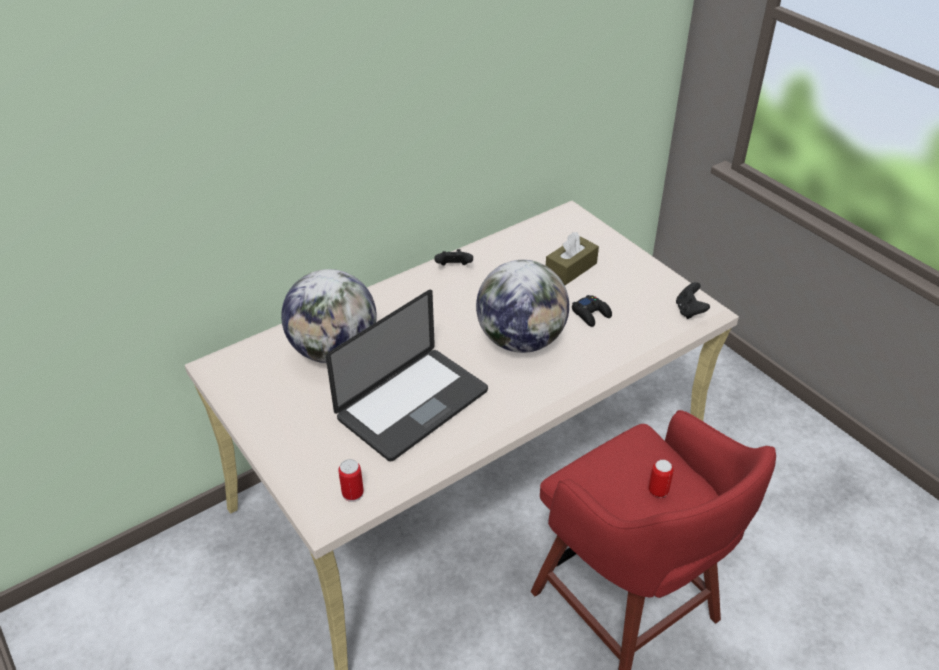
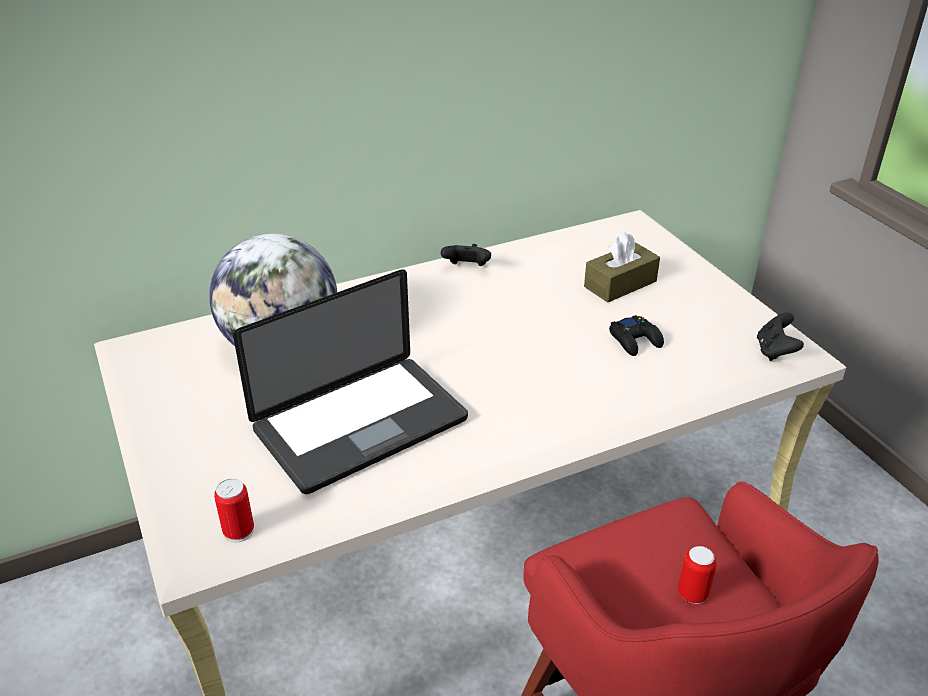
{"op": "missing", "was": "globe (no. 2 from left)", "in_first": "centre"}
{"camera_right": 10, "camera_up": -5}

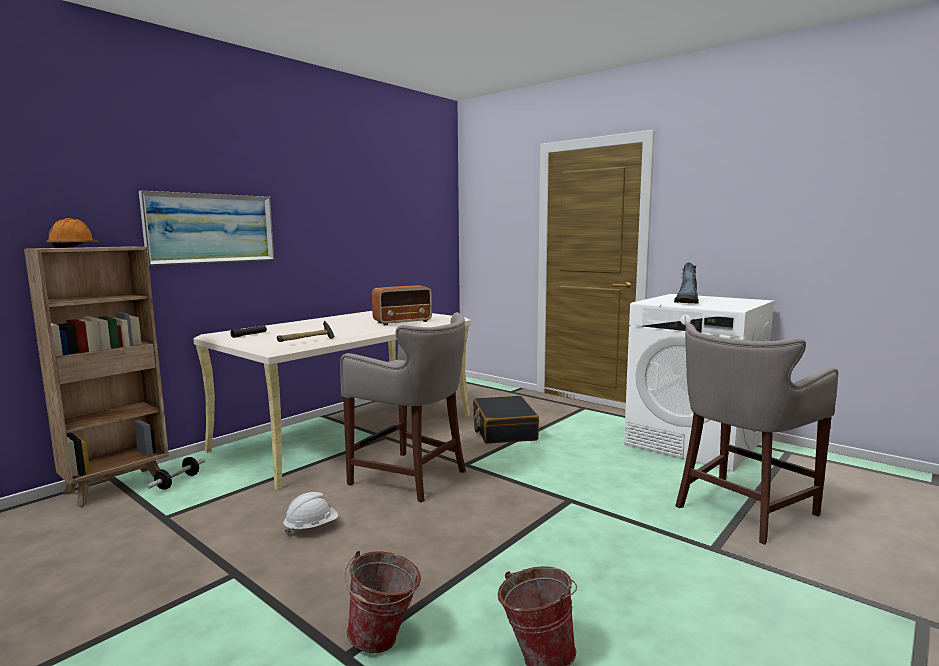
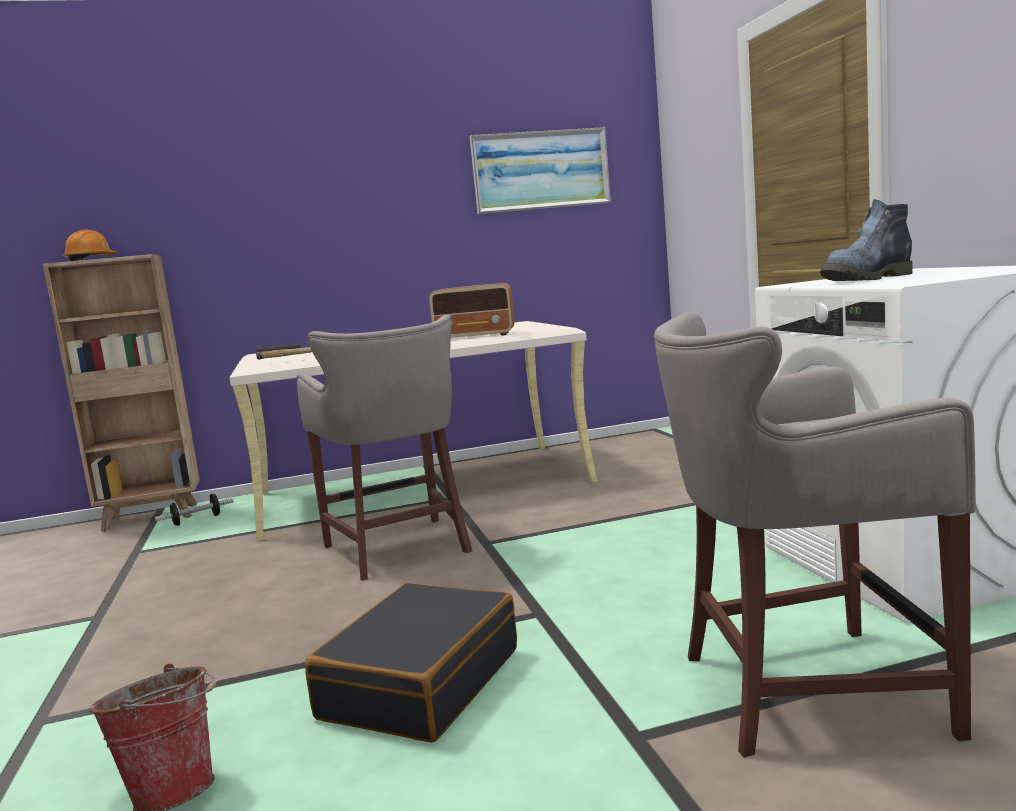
{"op": "relocated", "was": "black suitcase", "in_first": "centre", "in_second": "bottom centre"}
{"op": "relocated", "was": "picture", "in_first": "middle left", "in_second": "top centre"}
{"op": "missing", "was": "white hard hat", "in_first": "bottom left"}
{"op": "missing", "was": "bucket (no. 1 from left)", "in_first": "bottom centre"}
{"camera_right": 35, "camera_up": 0}

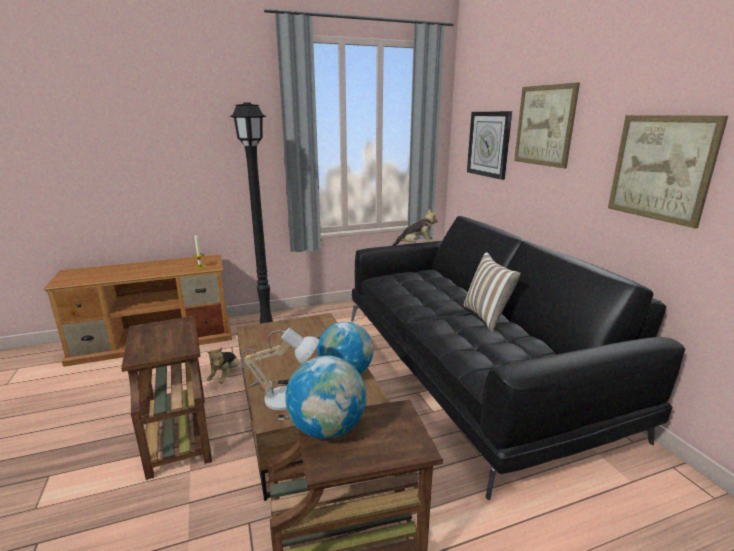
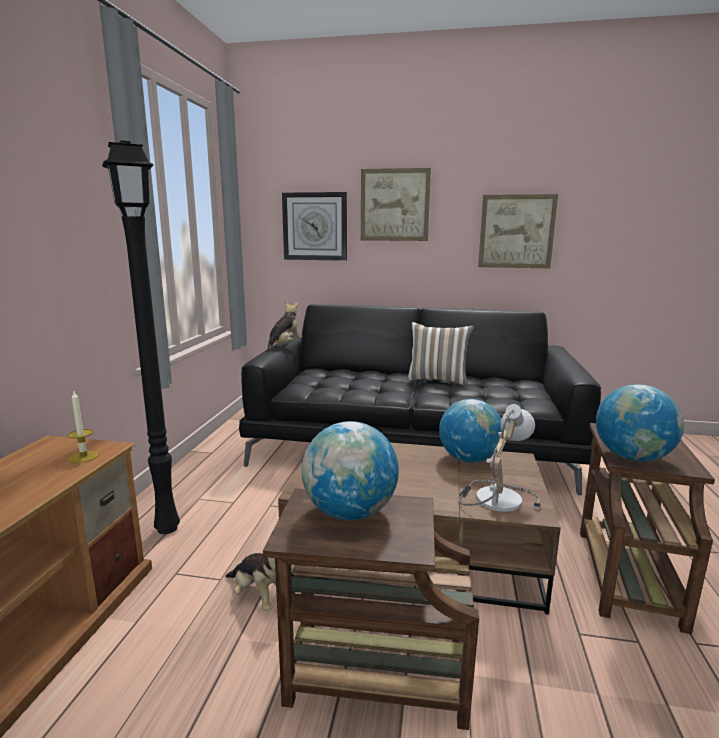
{"op": "appeared", "now": "globe (no. 1 from left)", "in_second": "centre"}
{"camera_right": -60, "camera_up": -5}

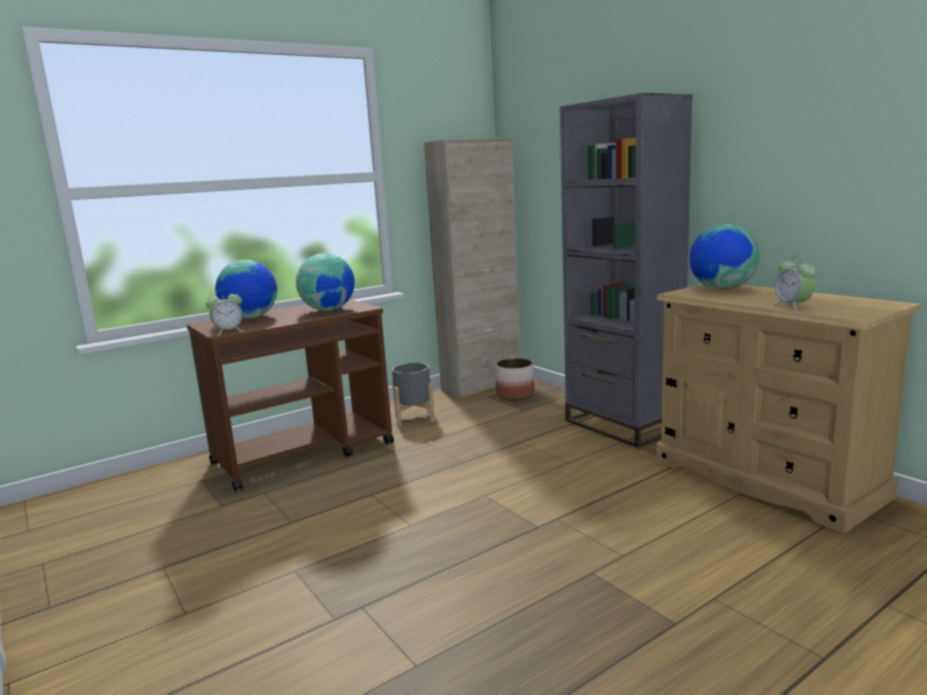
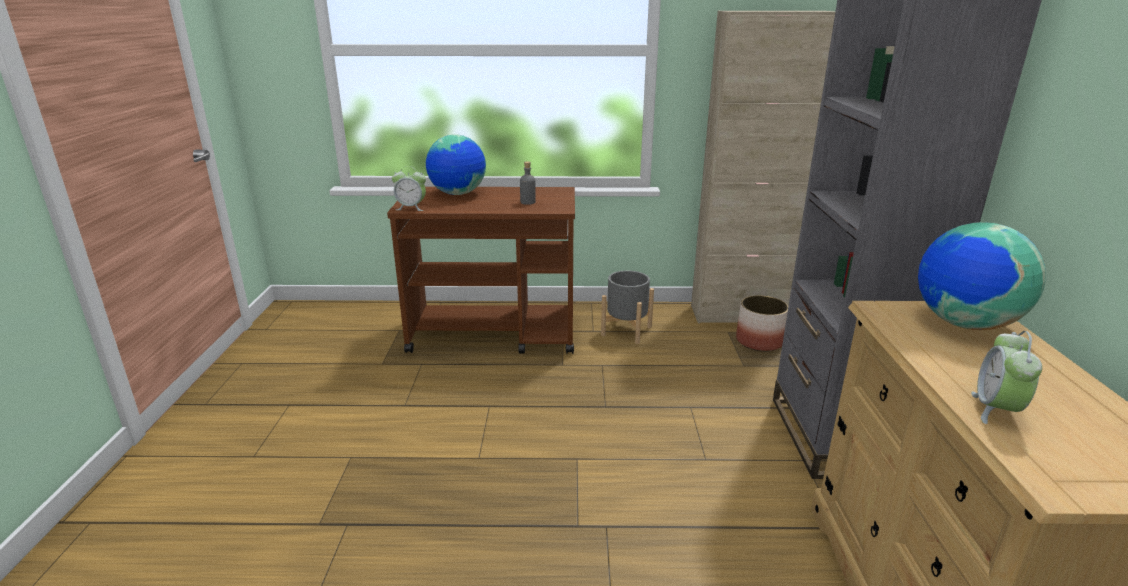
{"op": "exchanged", "was": "globe (no. 2 from left)", "now": "grey bottle", "in_first": "centre", "in_second": "top centre"}
{"camera_right": 35, "camera_up": 10}

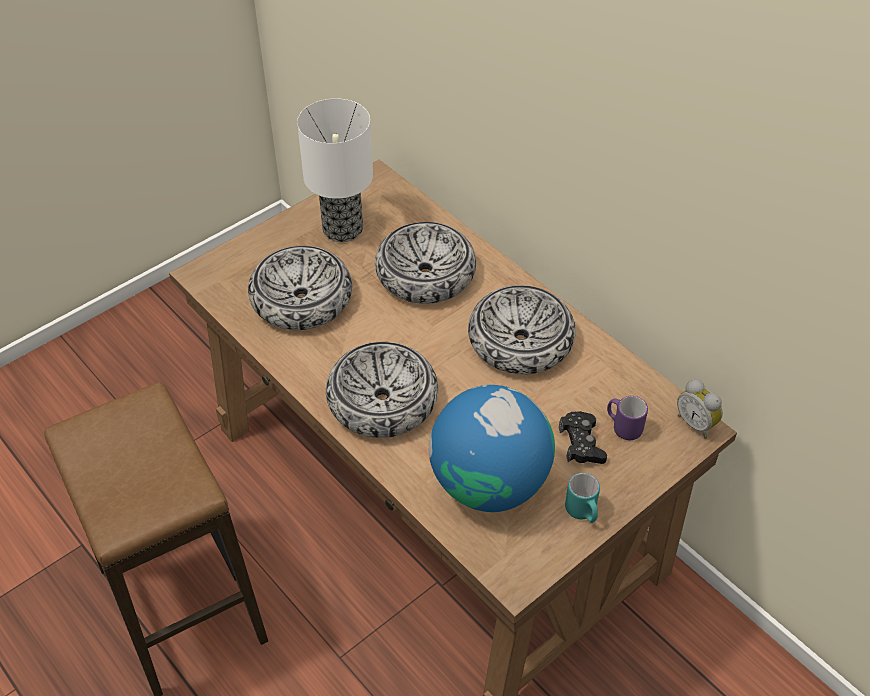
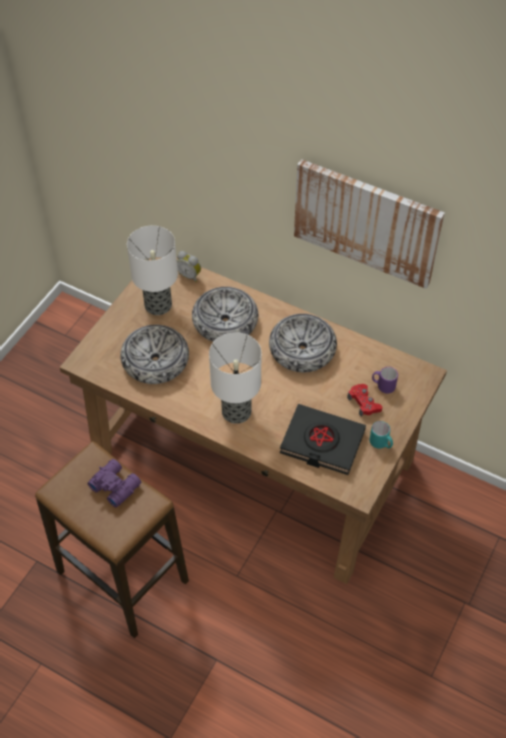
{"op": "appeared", "now": "purple binoculars", "in_second": "middle left"}
{"op": "relocated", "was": "alarm clock", "in_first": "middle right", "in_second": "centre"}
{"op": "exchanged", "was": "bowl (no. 2 from left)", "now": "table lamp (no. 2 from left)", "in_first": "centre", "in_second": "centre"}
{"op": "exchanged", "was": "globe", "now": "black book", "in_first": "centre", "in_second": "centre"}
{"op": "appeared", "now": "picture", "in_second": "top right"}
{"op": "colour", "was": "black game controller", "now": "red game controller", "in_first": "middle right", "in_second": "middle right"}
{"camera_right": -20, "camera_up": 5}

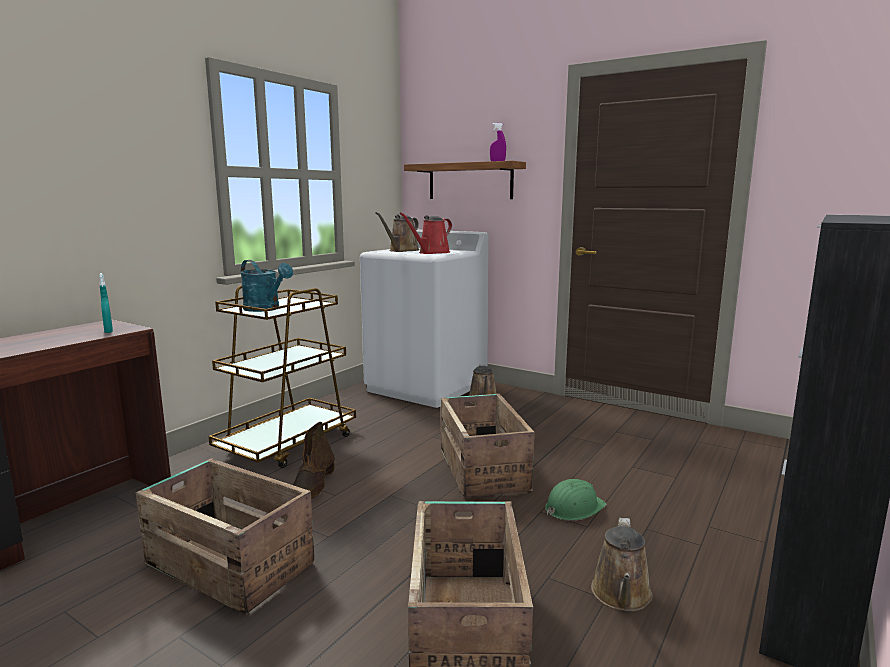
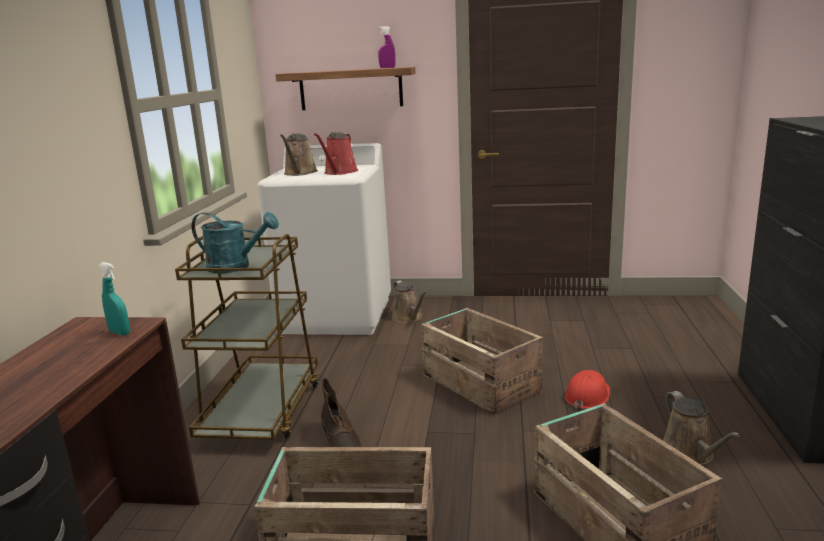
{"op": "colour", "was": "green hard hat", "now": "red hard hat", "in_first": "bottom centre", "in_second": "bottom right"}
{"camera_right": -25, "camera_up": 5}

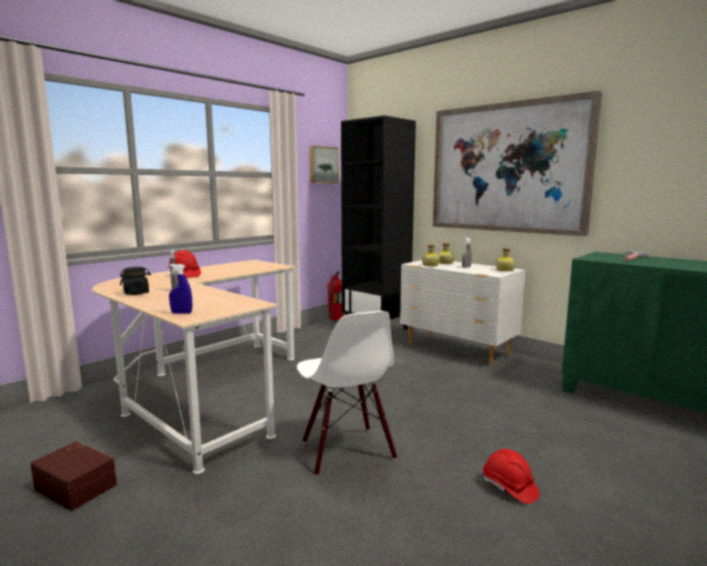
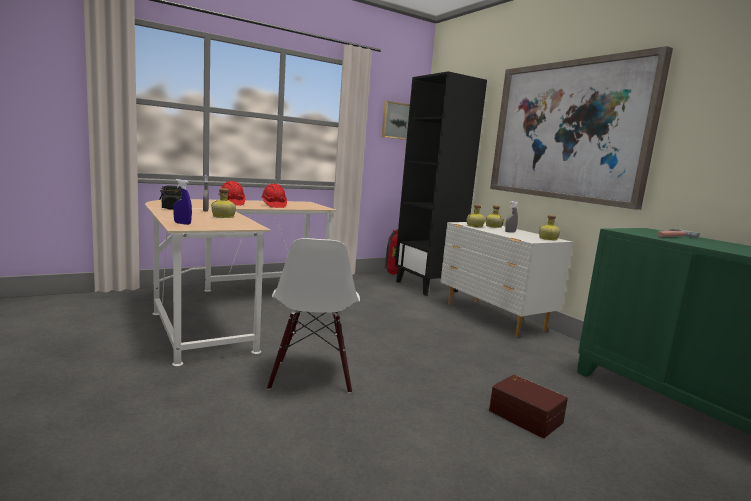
{"op": "appeared", "now": "bottle (no. 1 from left)", "in_second": "middle left"}
{"op": "relocated", "was": "red hard hat (no. 2 from left)", "in_first": "bottom right", "in_second": "centre"}
{"op": "relocated", "was": "brown storage box", "in_first": "bottom left", "in_second": "bottom right"}
{"camera_right": 15, "camera_up": 0}

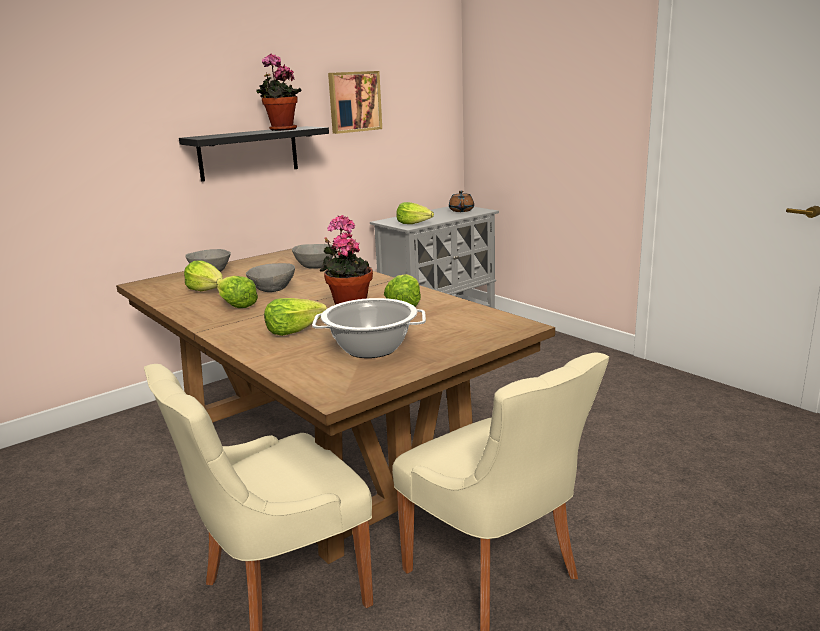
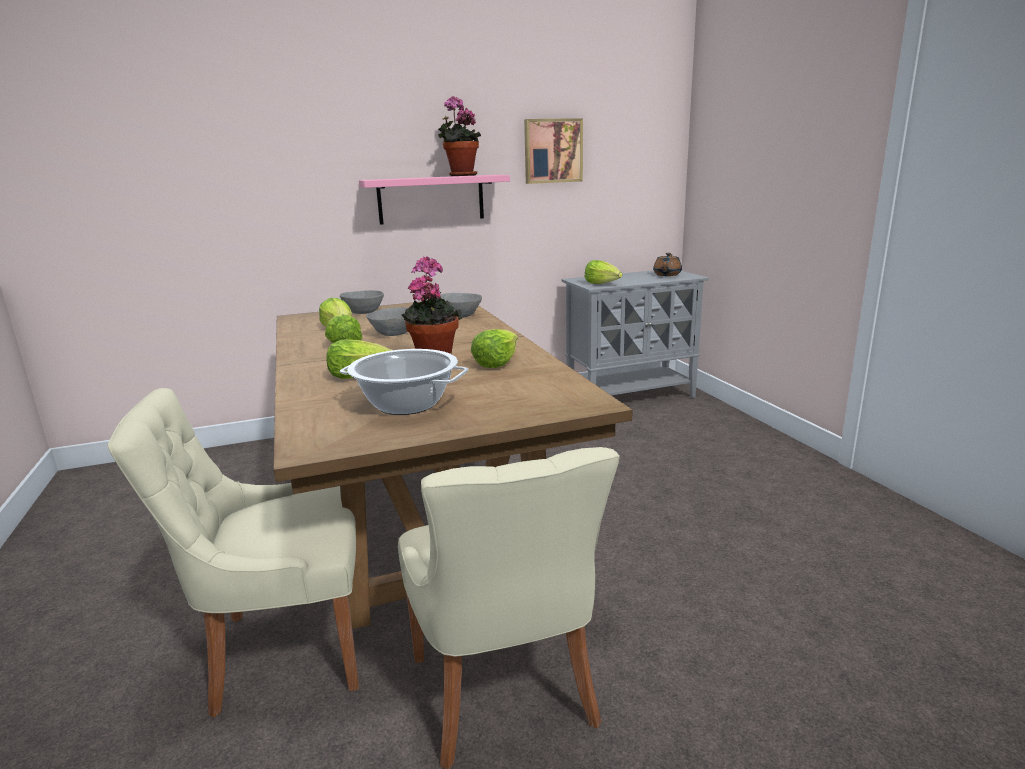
{"op": "colour", "was": "black shelf", "now": "pink shelf", "in_first": "top left", "in_second": "top centre"}
{"camera_right": 20, "camera_up": 0}

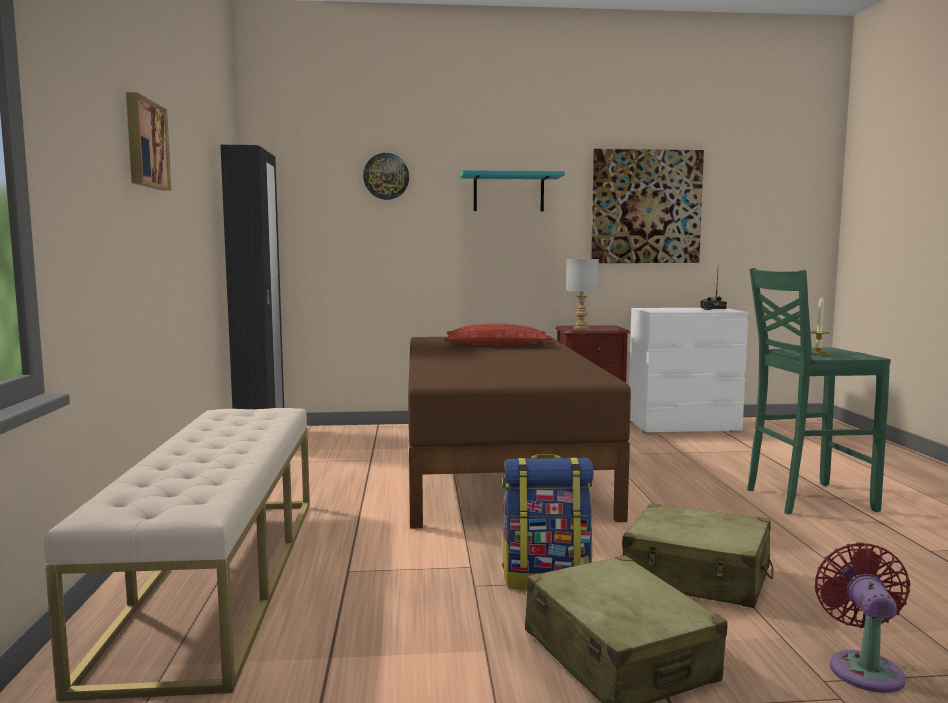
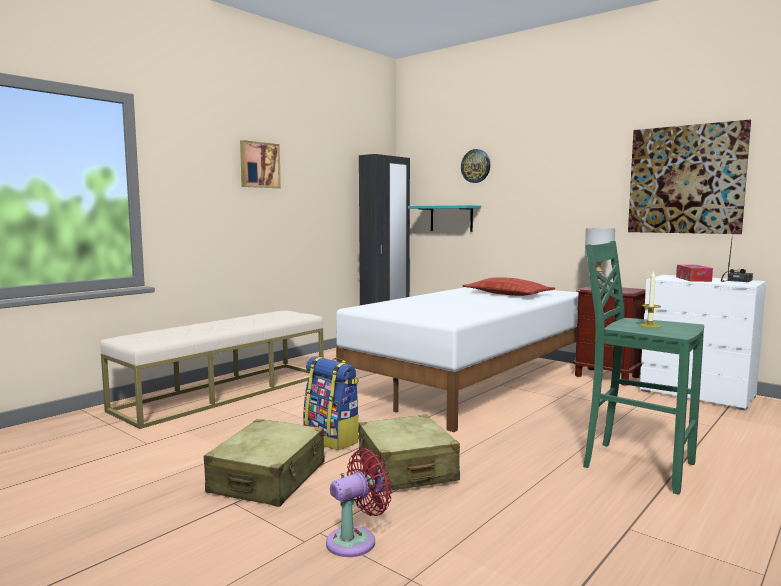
{"op": "colour", "was": "brown bed", "now": "white bed", "in_first": "centre", "in_second": "centre"}
{"op": "relocated", "was": "turquoise shelf", "in_first": "top centre", "in_second": "centre"}
{"op": "appeared", "now": "tissue box", "in_second": "middle right"}
{"camera_right": 45, "camera_up": 0}

